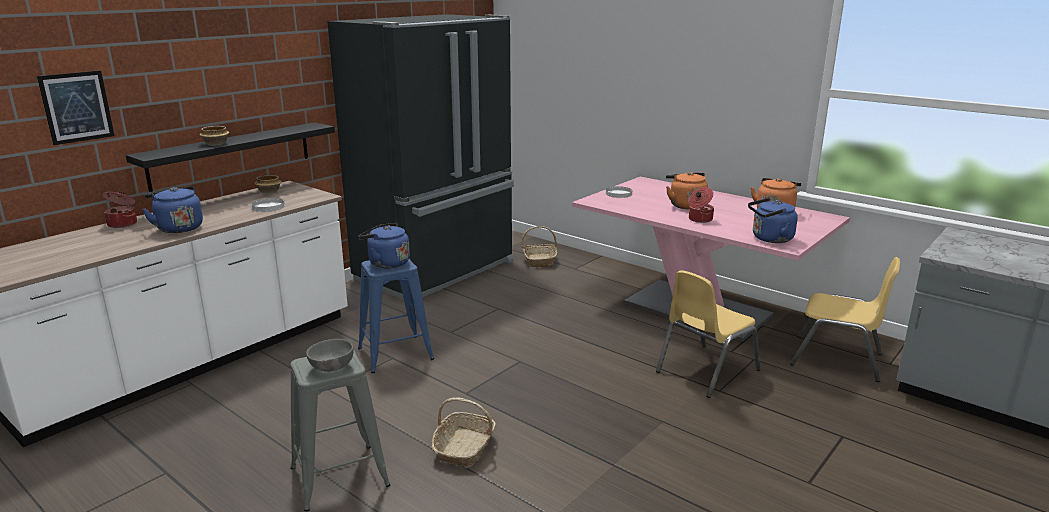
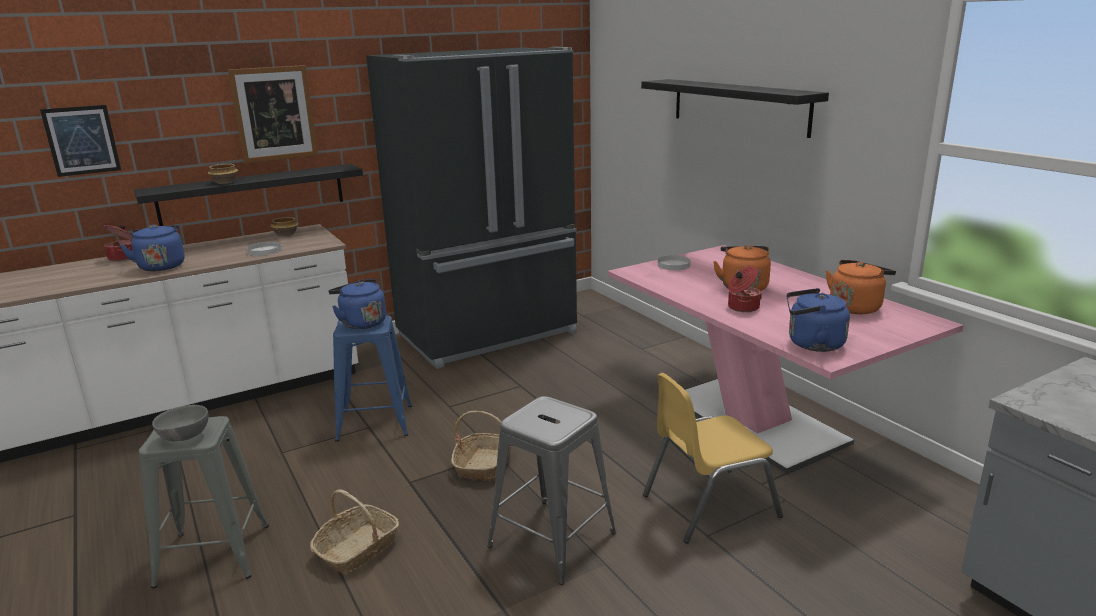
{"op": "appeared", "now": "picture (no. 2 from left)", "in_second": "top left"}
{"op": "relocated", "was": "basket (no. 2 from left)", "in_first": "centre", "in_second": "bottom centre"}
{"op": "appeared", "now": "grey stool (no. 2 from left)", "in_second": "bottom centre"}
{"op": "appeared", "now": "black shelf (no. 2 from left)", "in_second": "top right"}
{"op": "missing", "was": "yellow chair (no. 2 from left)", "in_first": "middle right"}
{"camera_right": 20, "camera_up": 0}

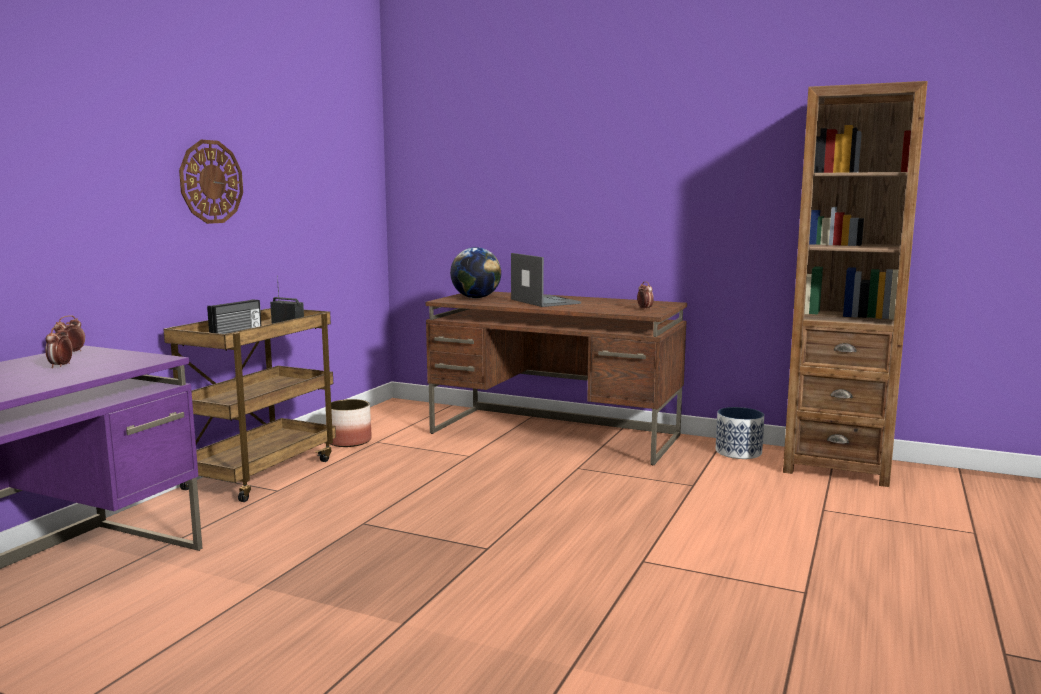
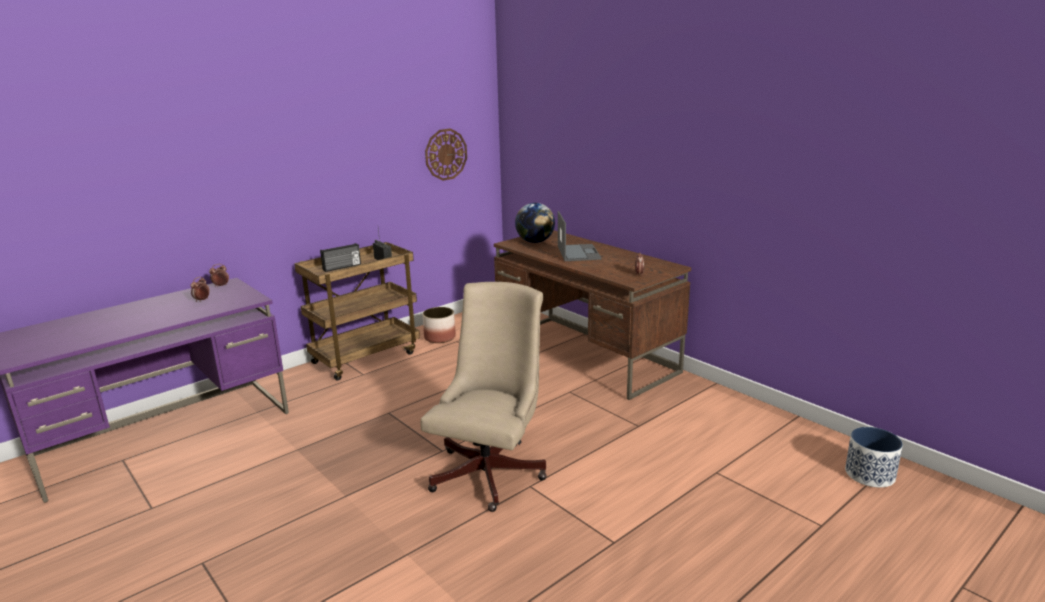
{"op": "appeared", "now": "beige office chair", "in_second": "centre"}
{"op": "relocated", "was": "wall clock", "in_first": "top left", "in_second": "top centre"}
{"op": "relocated", "was": "planter (no. 2 from left)", "in_first": "middle right", "in_second": "bottom right"}
{"op": "missing", "was": "brown bookcase", "in_first": "middle right"}
{"camera_right": 25, "camera_up": 10}

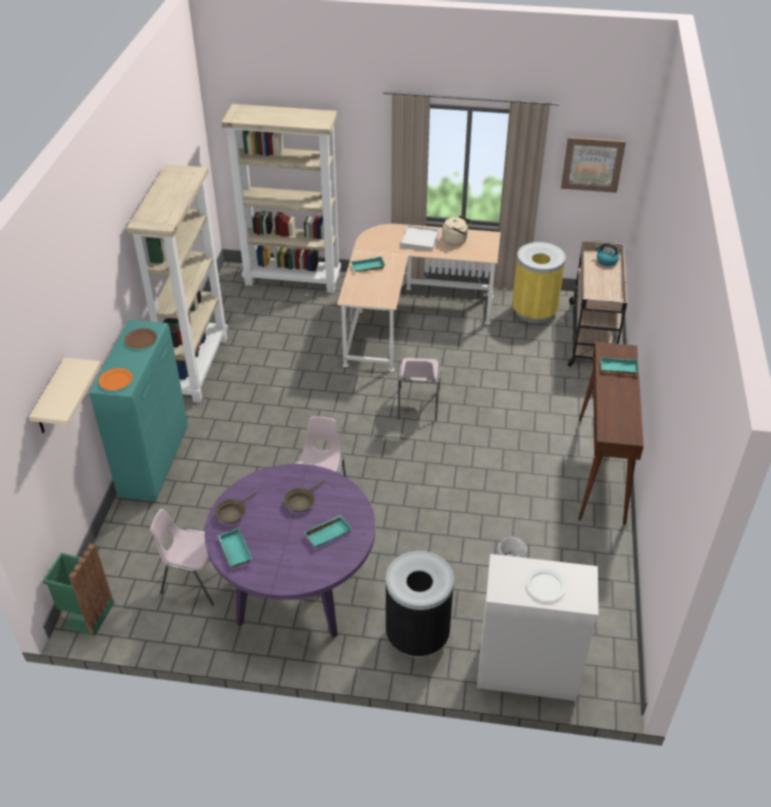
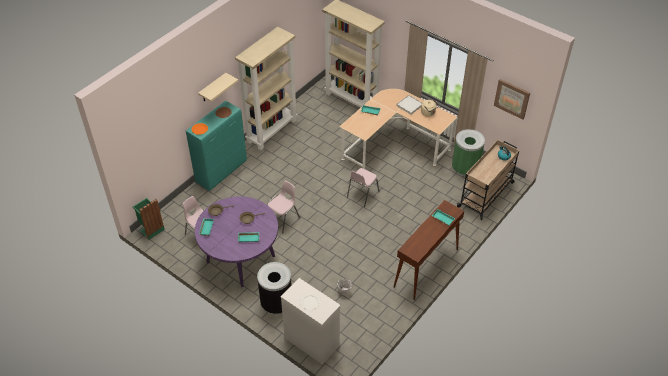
{"op": "relocated", "was": "beige shelf", "in_first": "middle left", "in_second": "top left"}
{"op": "colour", "was": "yellow trash can", "now": "green trash can (no. 2 from left)", "in_first": "middle right", "in_second": "middle right"}
{"camera_right": 30, "camera_up": 5}

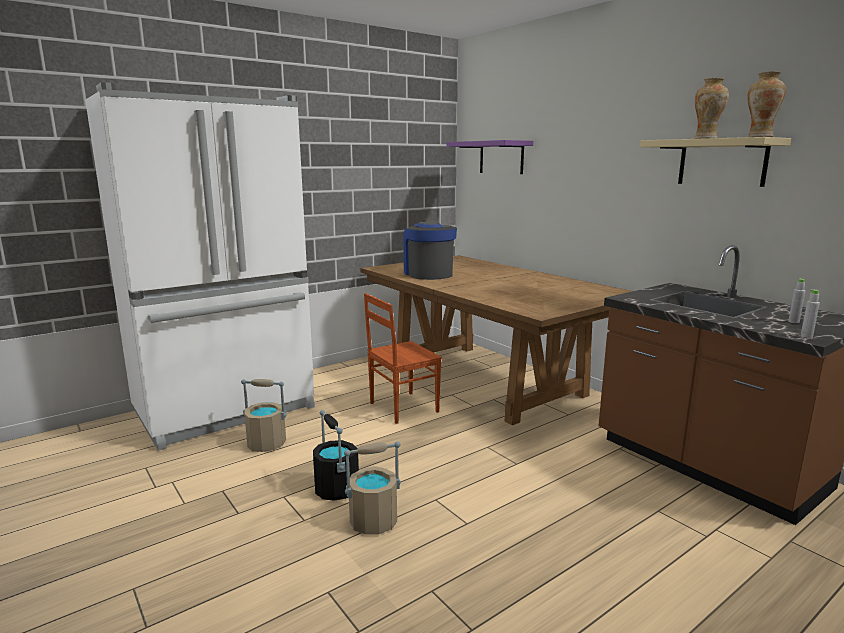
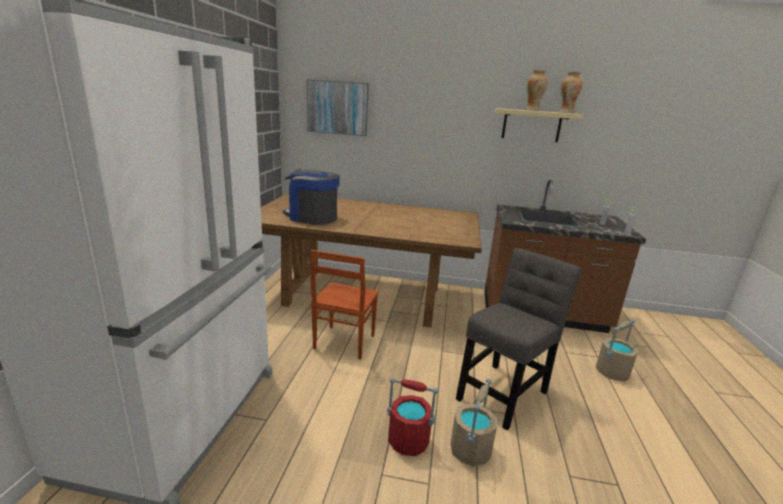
{"op": "exchanged", "was": "purple shelf", "now": "picture", "in_first": "top centre", "in_second": "top centre"}
{"op": "colour", "was": "black bucket", "now": "red bucket", "in_first": "bottom centre", "in_second": "bottom centre"}
{"op": "appeared", "now": "grey chair", "in_second": "bottom centre"}
{"op": "relocated", "was": "beige bucket (no. 1 from left in the first image)", "now": "beige bucket (no. 2 from left)", "in_first": "middle left", "in_second": "bottom right"}
{"camera_right": -45, "camera_up": 5}

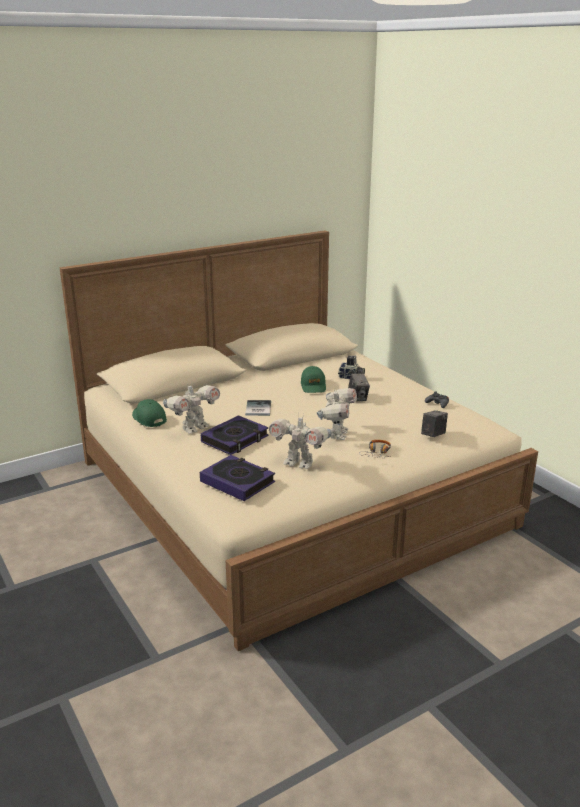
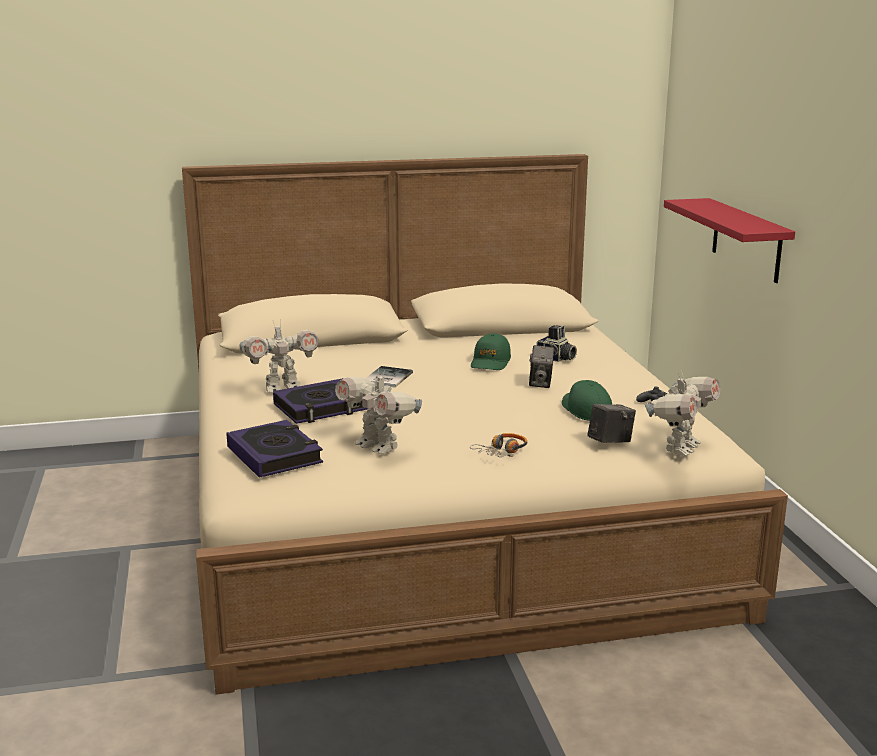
{"op": "relocated", "was": "green cap (no. 1 from left in the first image)", "now": "green cap (no. 2 from left)", "in_first": "middle left", "in_second": "middle right"}
{"op": "relocated", "was": "toy robot (no. 3 from left)", "in_first": "centre", "in_second": "middle right"}
{"op": "appeared", "now": "red shelf", "in_second": "top right"}
{"camera_right": 20, "camera_up": -5}

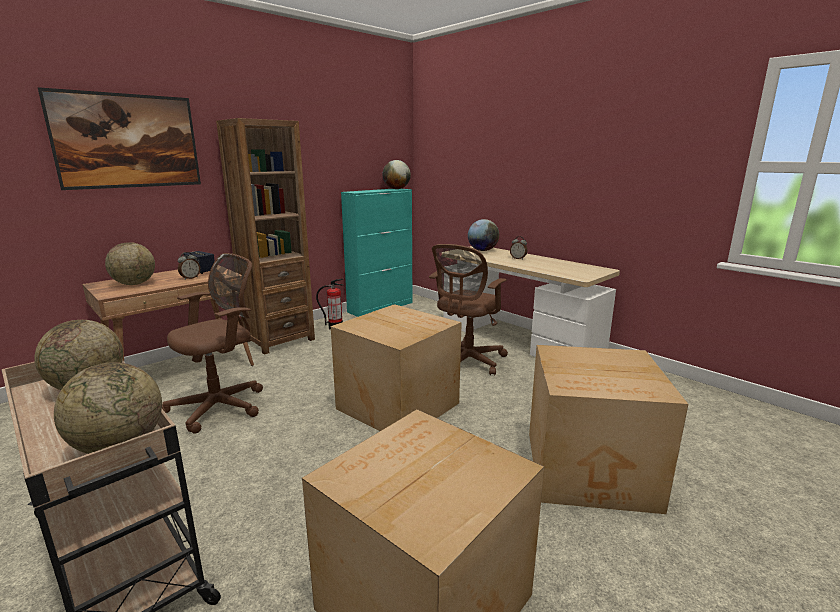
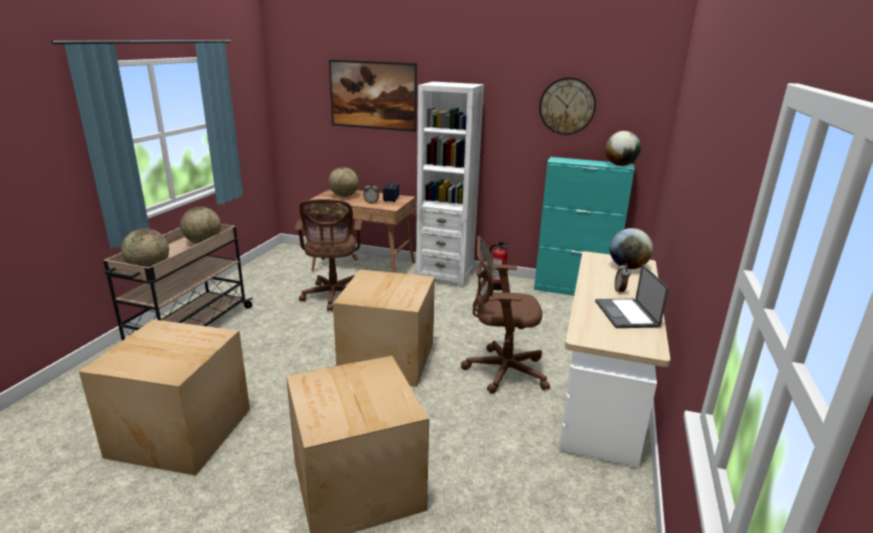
{"op": "spun", "was": "brown office chair (no. 1 from left)", "in_first": "middle left", "in_second": "centre", "clockwise": 75}
{"op": "colour", "was": "brown bookcase", "now": "white bookcase", "in_first": "middle left", "in_second": "centre"}
{"op": "appeared", "now": "wall clock", "in_second": "top centre"}
{"op": "appeared", "now": "laptop", "in_second": "middle right"}
{"camera_right": 60, "camera_up": 5}

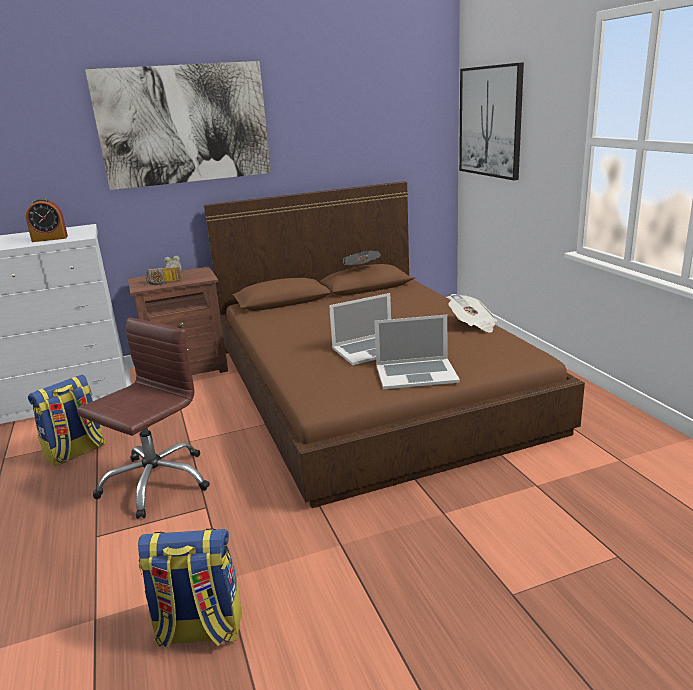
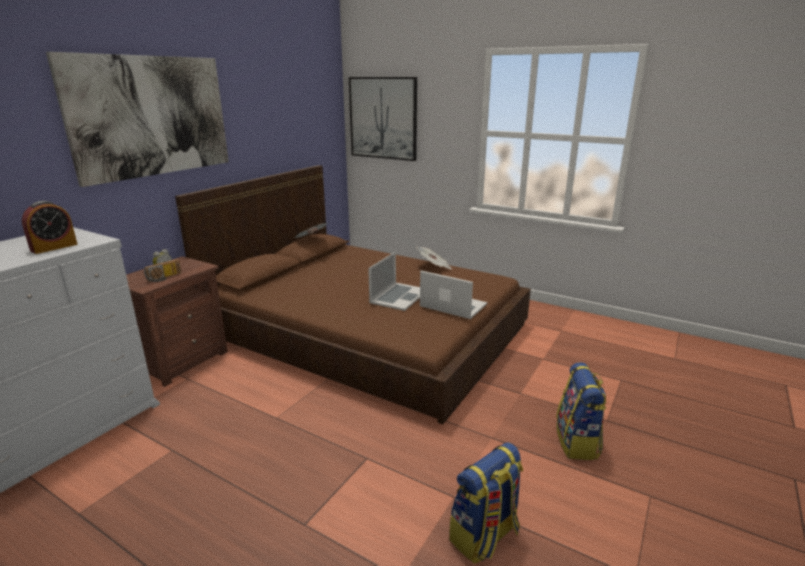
{"op": "spun", "was": "laptop (no. 2 from left)", "in_first": "centre", "in_second": "centre", "clockwise": -105}
{"op": "relocated", "was": "backpack (no. 1 from left in the first image)", "now": "backpack (no. 2 from left)", "in_first": "middle left", "in_second": "bottom right"}
{"op": "missing", "was": "brown office chair", "in_first": "middle left"}
{"camera_right": -40, "camera_up": 0}

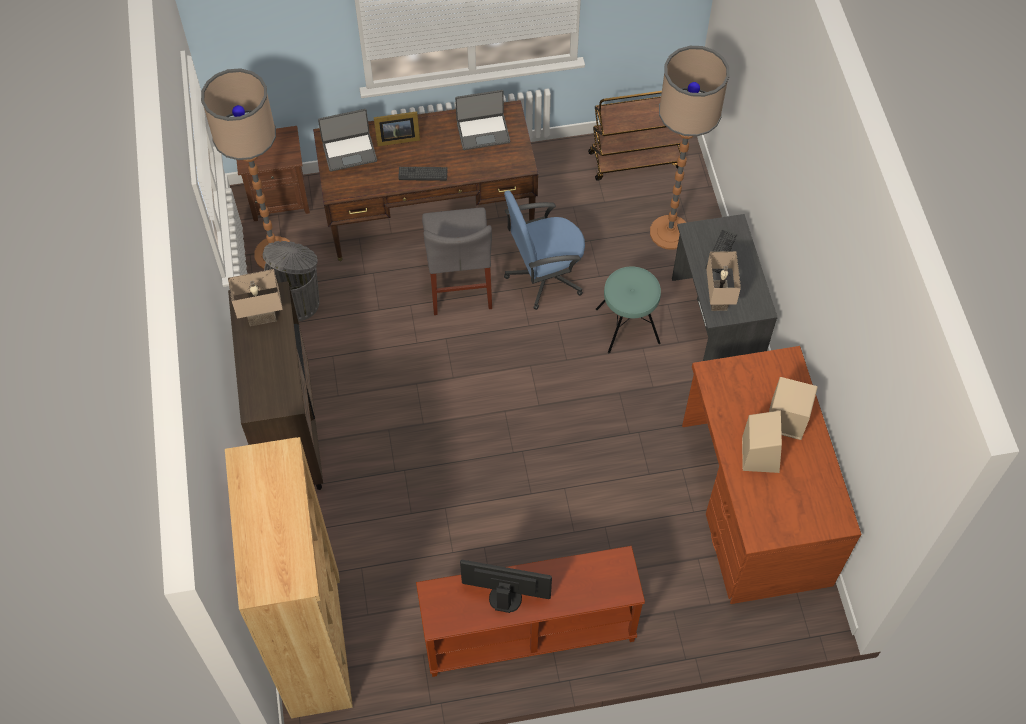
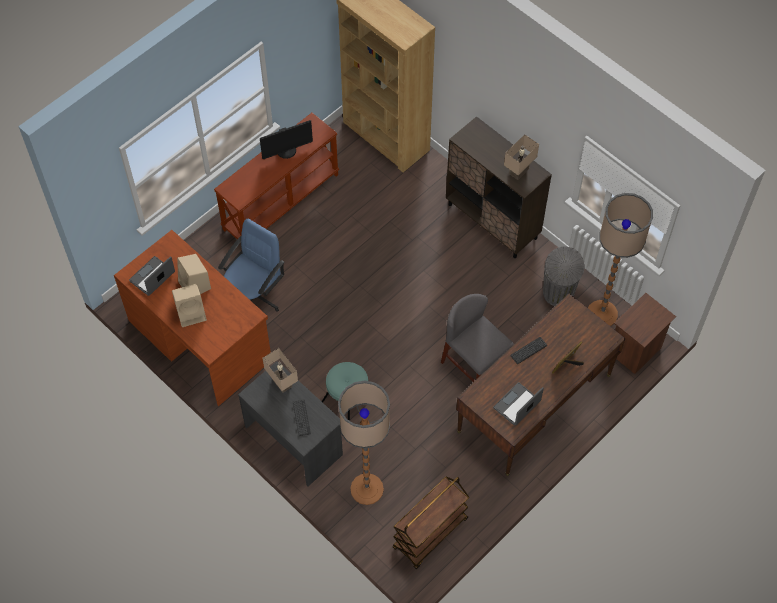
{"op": "relocated", "was": "laptop (no. 1 from left)", "in_first": "top centre", "in_second": "middle left"}
{"op": "relocated", "was": "blue office chair", "in_first": "centre", "in_second": "middle left"}
{"camera_right": 145, "camera_up": 0}

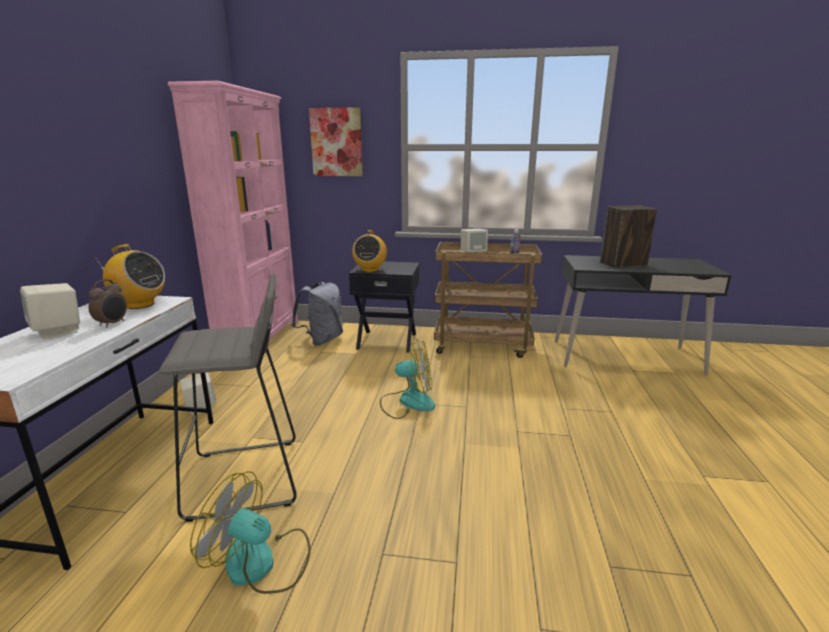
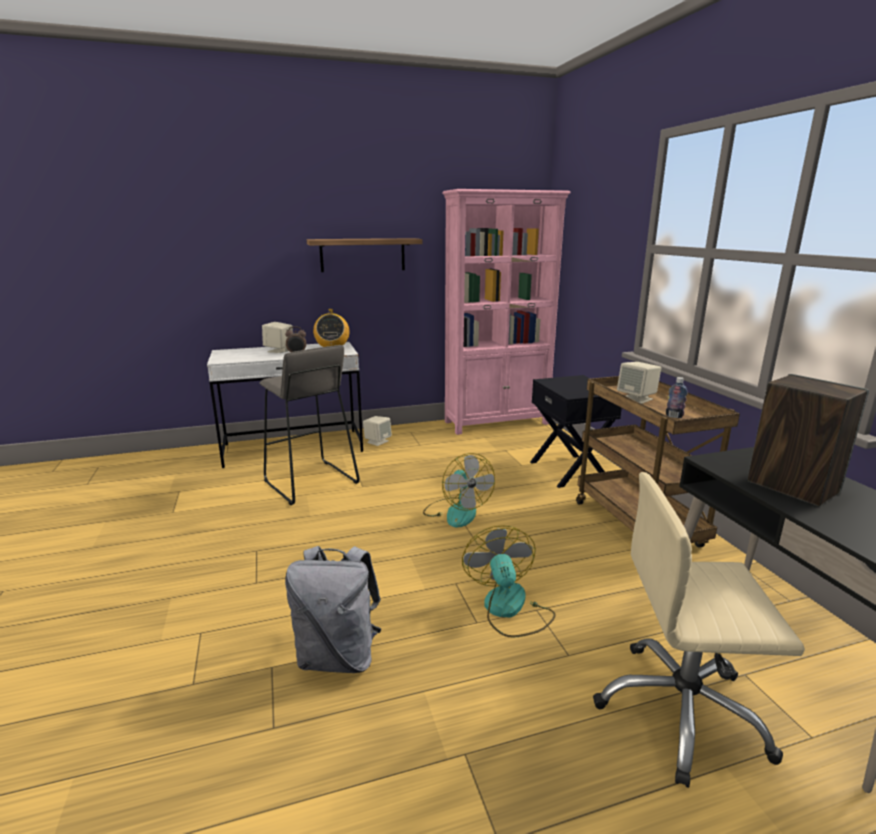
{"op": "relocated", "was": "grey backpack", "in_first": "centre", "in_second": "bottom centre"}
{"op": "appeared", "now": "shelf", "in_second": "top centre"}
{"op": "relocated", "was": "fan (no. 1 from left in the first image)", "now": "fan (no. 2 from left)", "in_first": "bottom left", "in_second": "bottom centre"}
{"op": "appeared", "now": "beige office chair", "in_second": "bottom right"}
{"op": "missing", "was": "picture", "in_first": "top centre"}
{"op": "missing", "was": "radio (no. 2 from left)", "in_first": "centre"}
{"camera_right": 65, "camera_up": 0}

